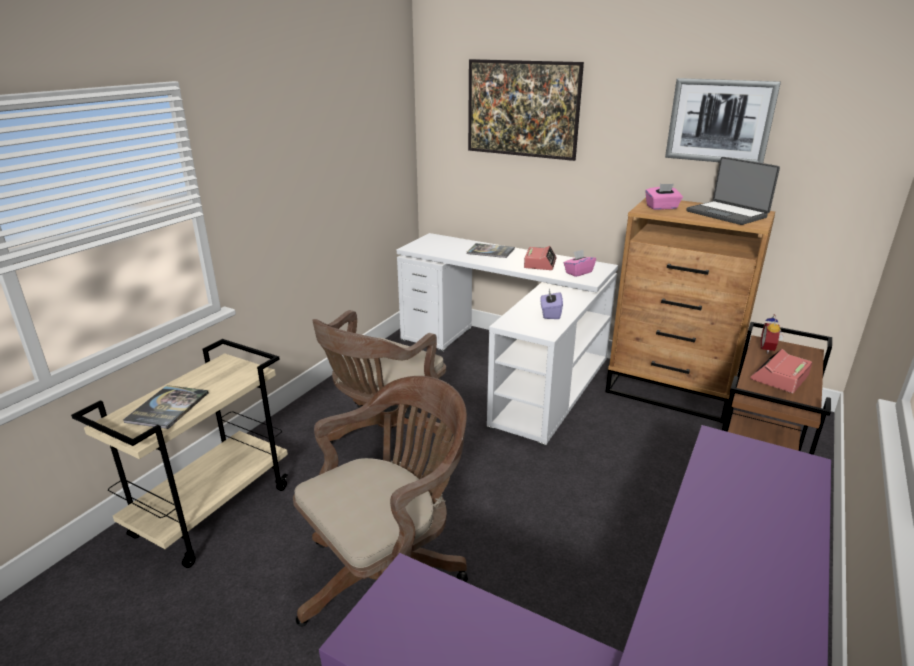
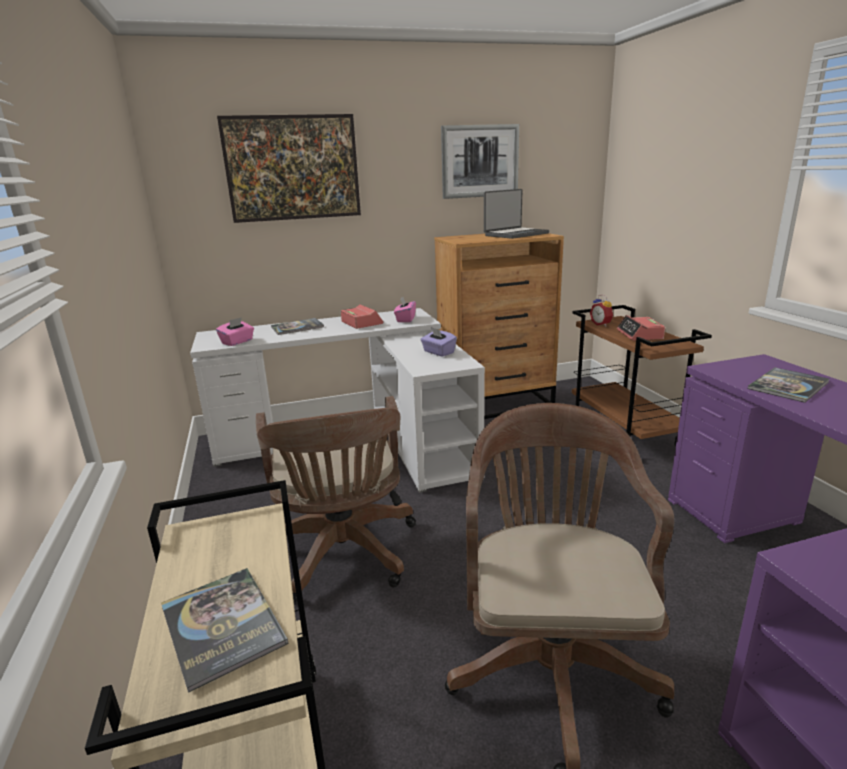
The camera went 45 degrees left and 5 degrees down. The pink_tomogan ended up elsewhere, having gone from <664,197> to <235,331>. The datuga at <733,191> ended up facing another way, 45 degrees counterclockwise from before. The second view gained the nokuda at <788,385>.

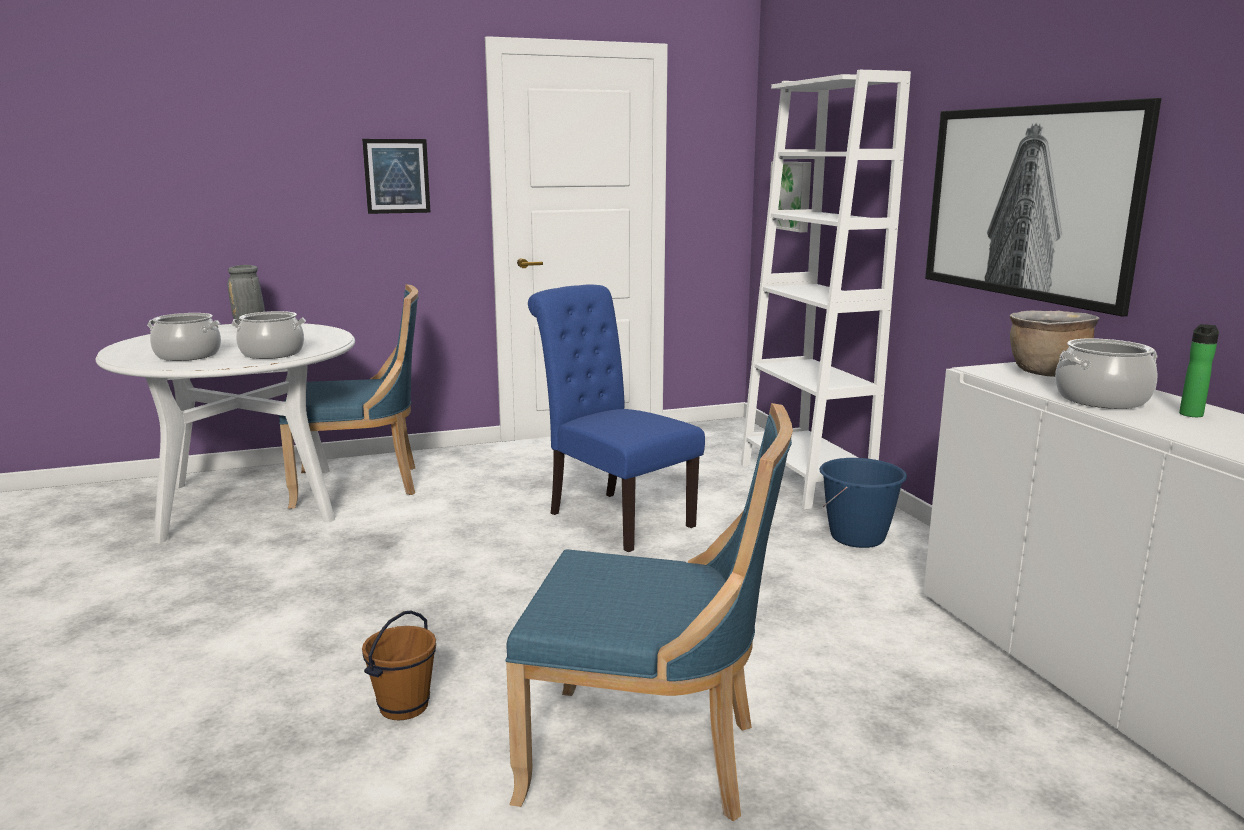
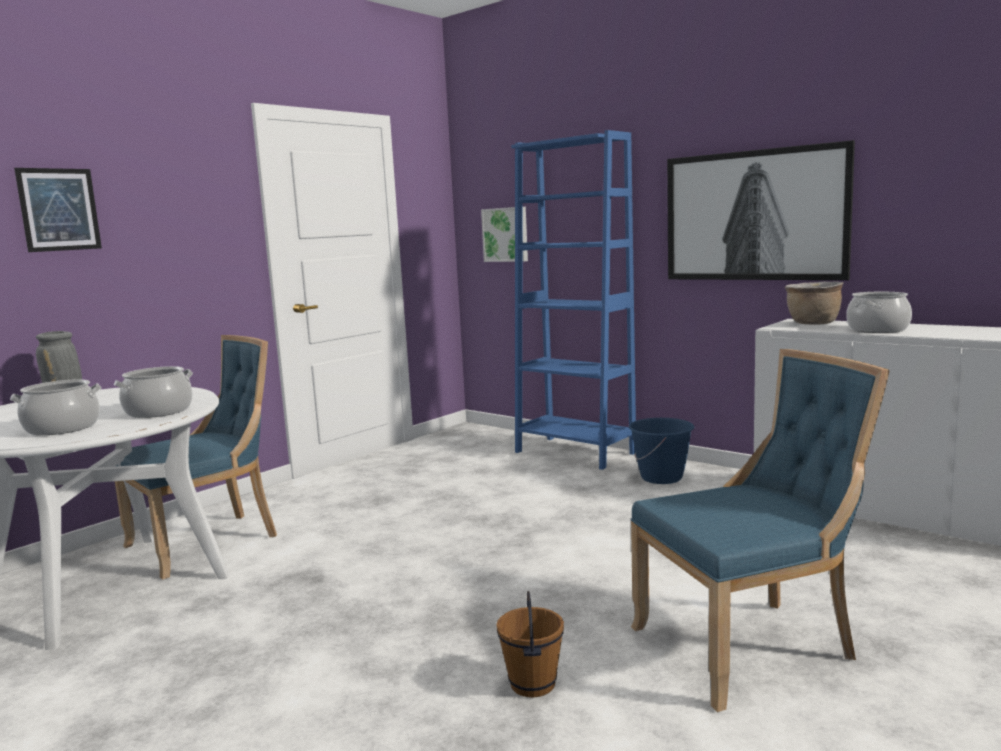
The camera went 30 degrees left and 5 degrees down. The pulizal ended up elsewhere, having gone from <396,176> to <58,210>. What was the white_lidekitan at <826,289> turned into the blue_lidekitan at <573,300>. The second view lost the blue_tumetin at <616,418>. The second view lost the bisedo at <1199,370>.

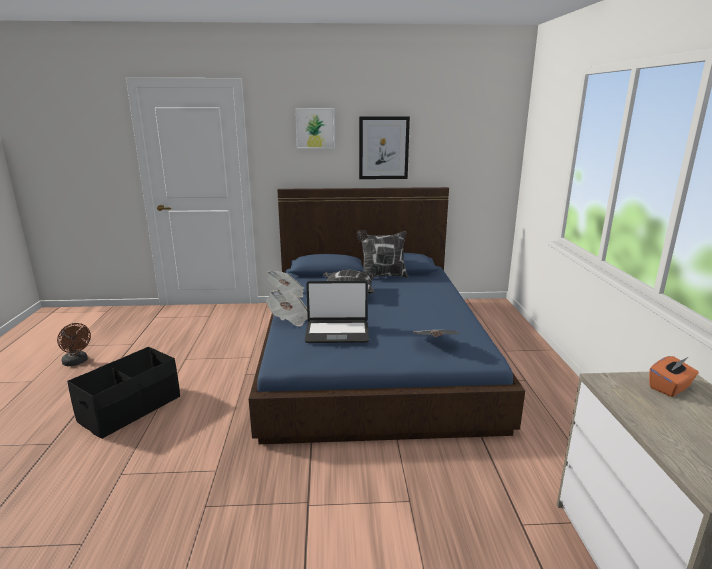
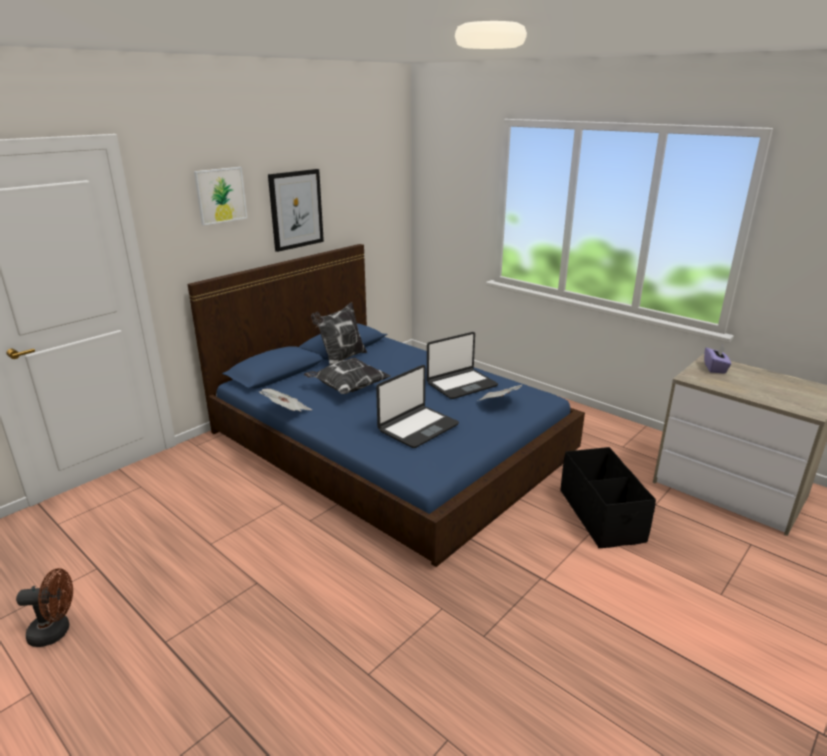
The camera went 45 degrees left and 5 degrees up. The second view gained the datuga at <462,365>. The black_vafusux ended up elsewhere, having gone from <123,393> to <608,497>. What was the orange_tomogan at <674,376> turned into the purple_tomogan at <717,359>. The second view lost the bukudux at <287,308>.

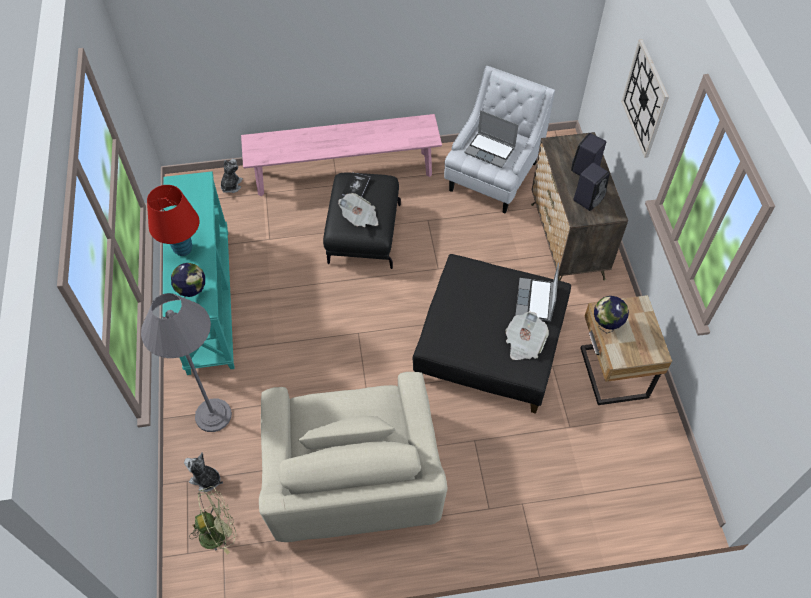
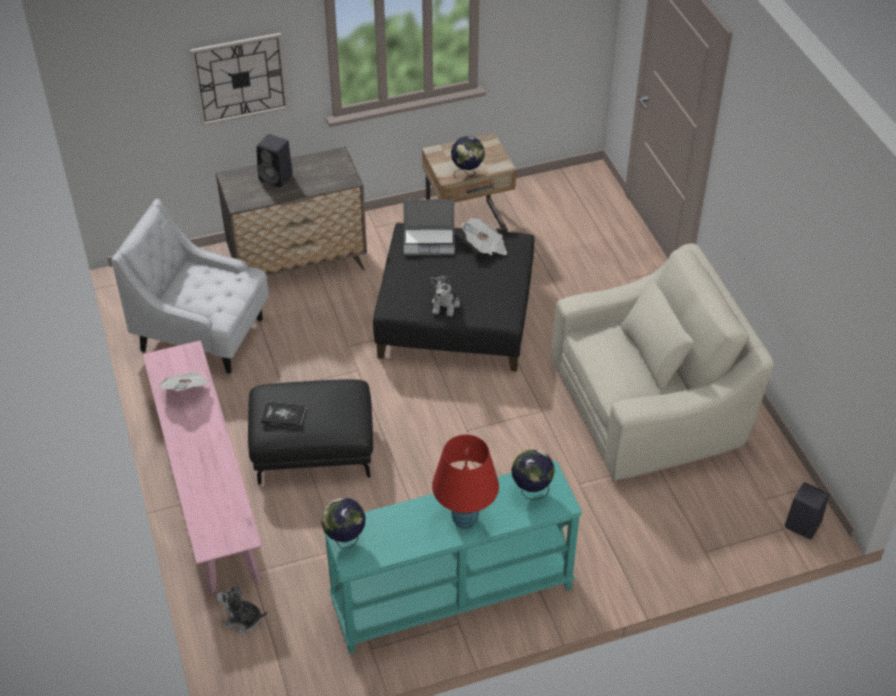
The camera went 100 degrees left and 10 degrees down. The bukudux ended up elsewhere, having gone from <358,210> to <183,381>. The second view gained the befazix at <343,523>. The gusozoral ended up elsewhere, having gone from <203,472> to <445,296>. The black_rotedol ended up elsewhere, having gone from <591,187> to <807,510>. The second view lost the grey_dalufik at <186,362>. The second view lost the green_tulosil at <213,520>. The second view lost the datuga at <491,139>.

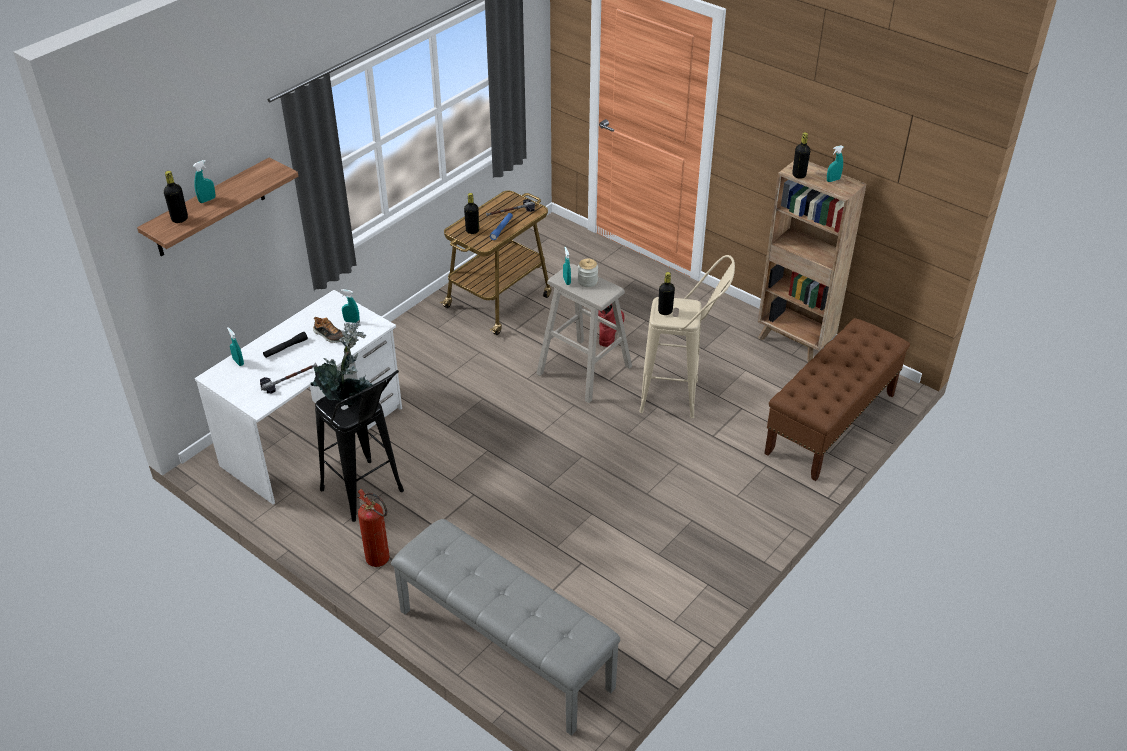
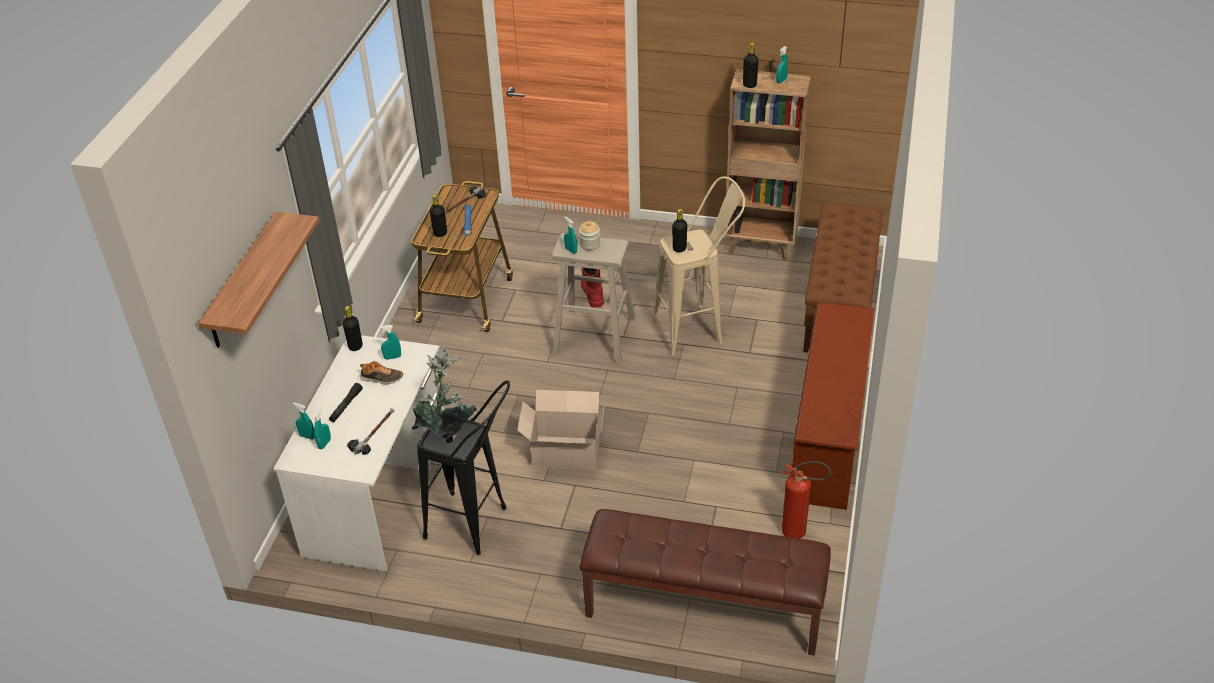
The camera went 25 degrees left and 0 degrees up. The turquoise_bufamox ended up elsewhere, having gone from <204,181> to <322,428>. The black_bisedo ended up elsewhere, having gone from <176,197> to <353,328>. The second view gained the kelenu at <561,430>. What was the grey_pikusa at <505,627> turned into the brown_pikusa at <705,582>. The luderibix ended up elsewhere, having gone from <373,528> to <806,500>. The second view gained the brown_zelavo at <833,406>.

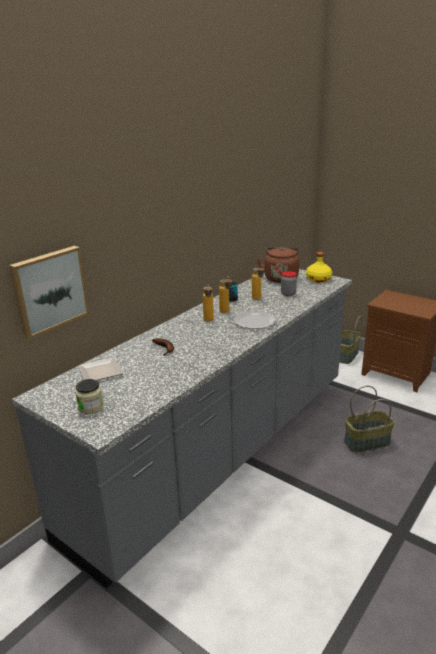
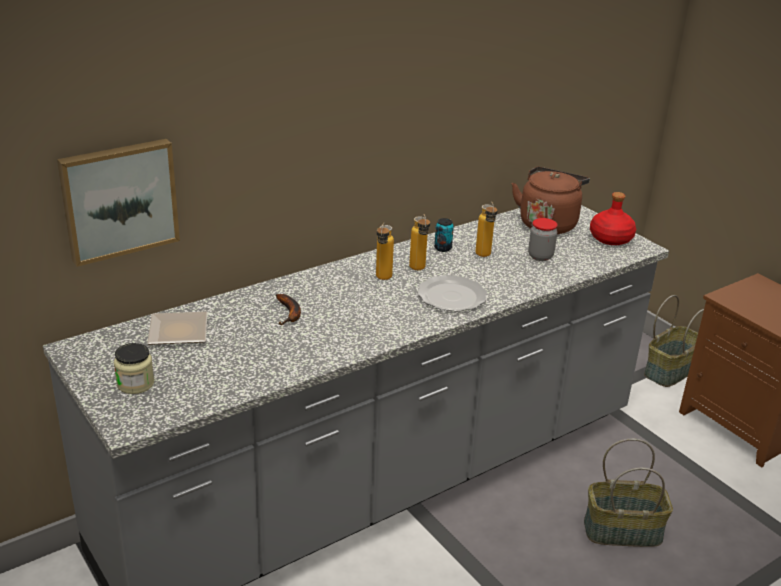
The camera went 15 degrees right and 5 degrees up. What was the yellow_bisedo at <319,267> turned into the red_bisedo at <613,218>.

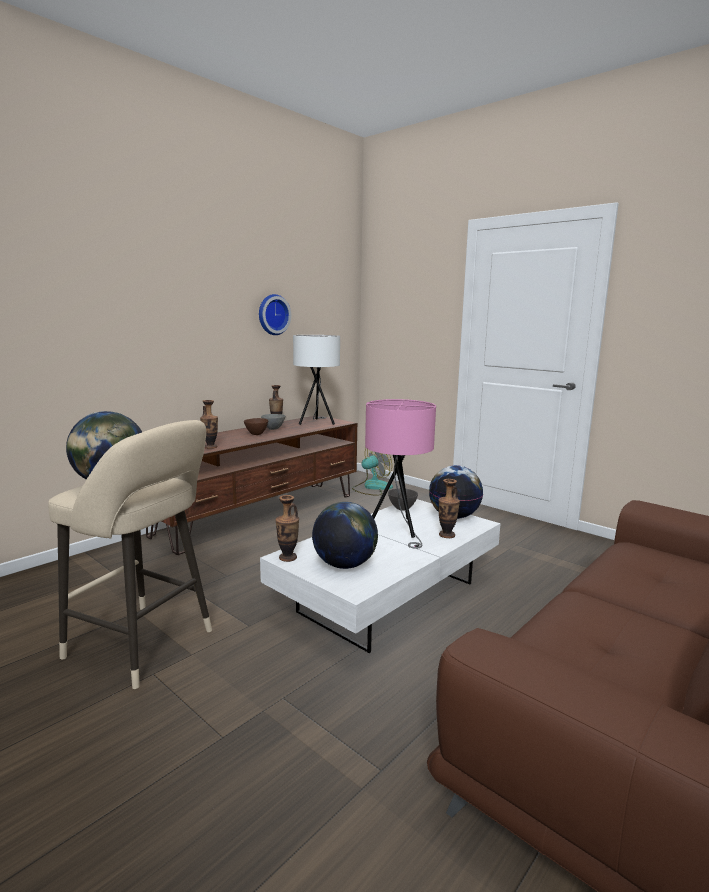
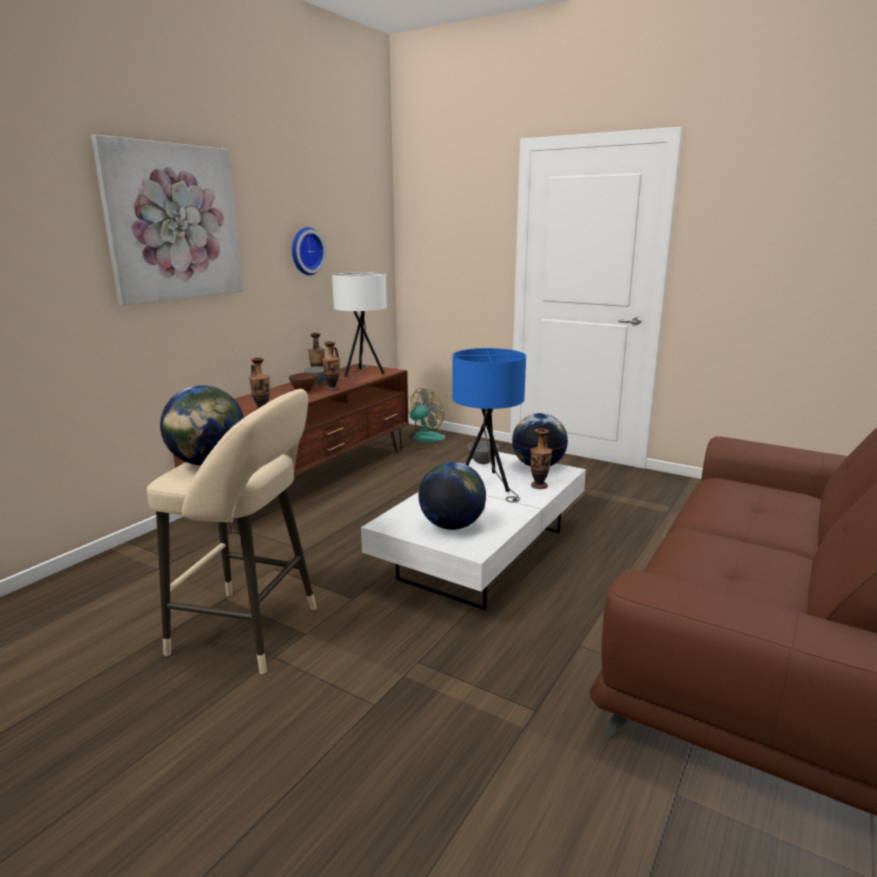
The camera went 10 degrees left and 5 degrees up. The second view gained the pulizal at <167,220>. The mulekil ended up elsewhere, having gone from <287,528> to <331,366>. What was the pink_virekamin at <400,474> turned into the blue_virekamin at <489,425>.

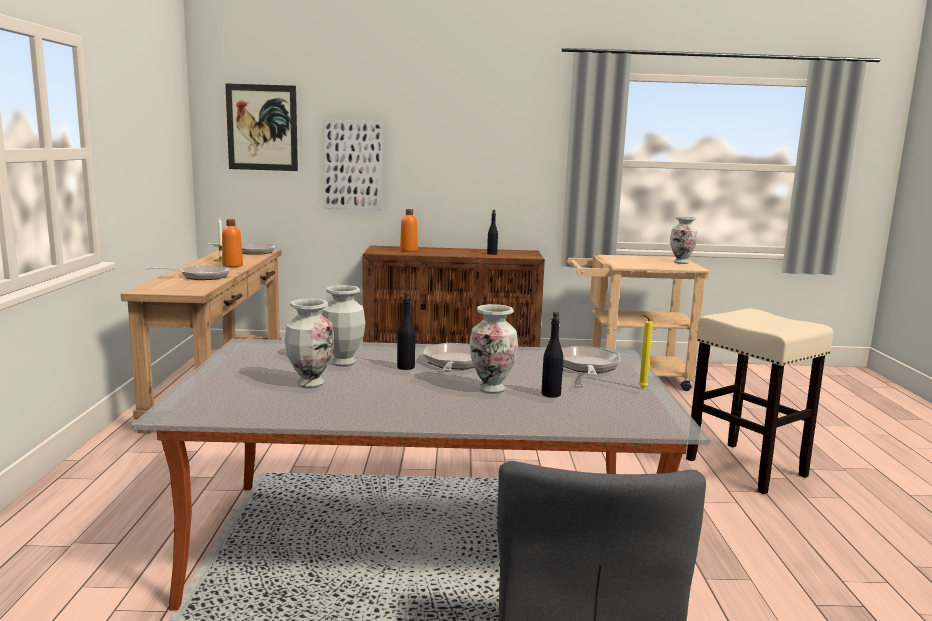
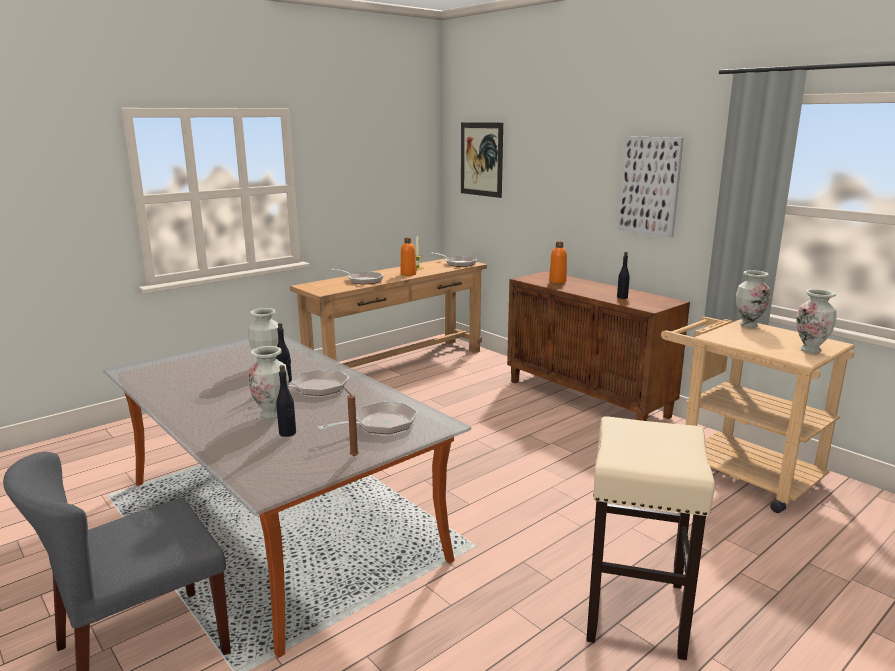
The camera went 50 degrees right and 5 degrees up. What was the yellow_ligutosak at <645,351> turned into the brown_ligutosak at <351,422>. The pulizal ended up elsewhere, having gone from <353,165> to <651,187>. The mulekil ended up elsewhere, having gone from <309,343> to <753,299>.

